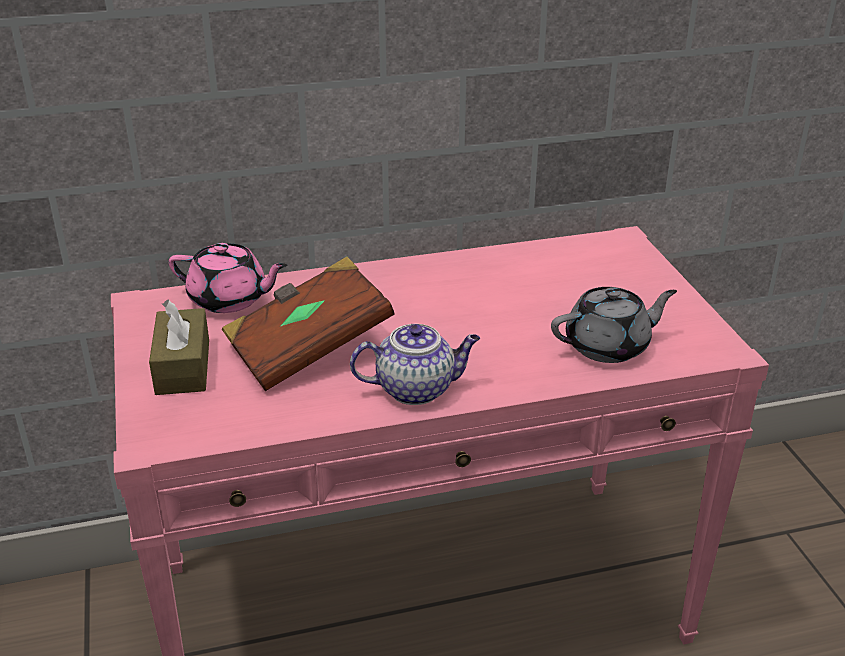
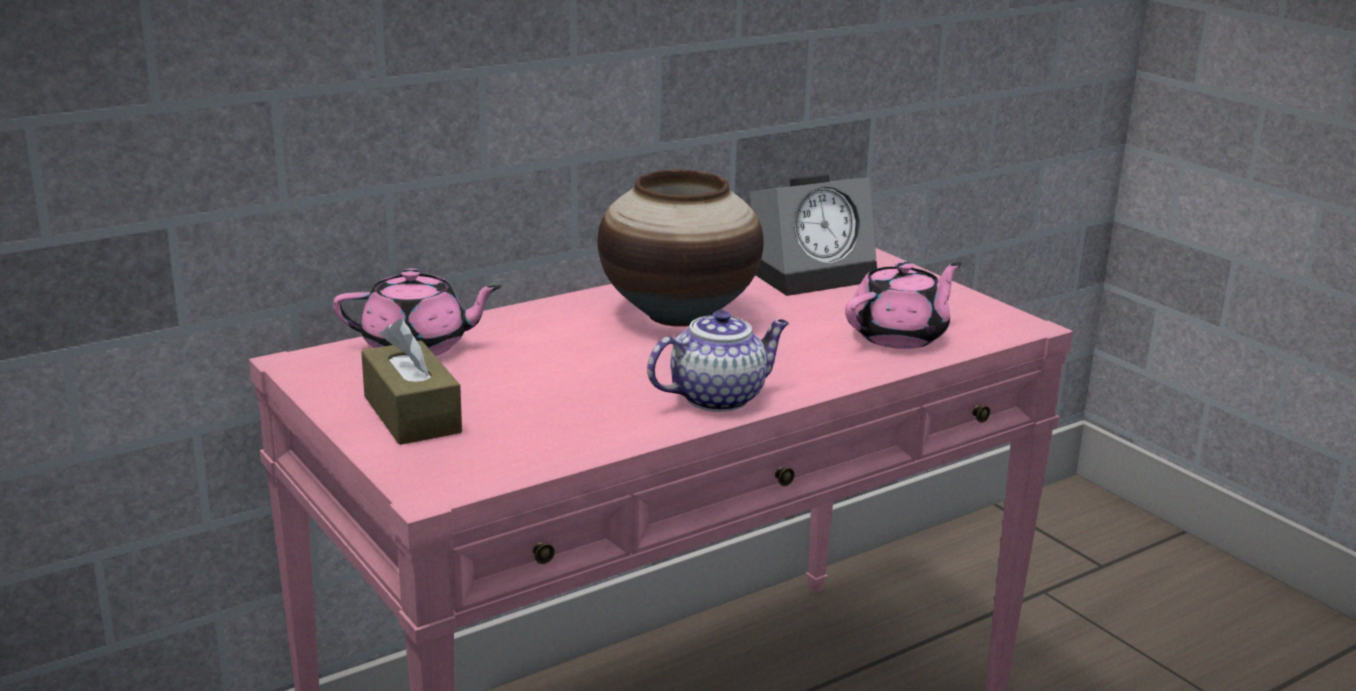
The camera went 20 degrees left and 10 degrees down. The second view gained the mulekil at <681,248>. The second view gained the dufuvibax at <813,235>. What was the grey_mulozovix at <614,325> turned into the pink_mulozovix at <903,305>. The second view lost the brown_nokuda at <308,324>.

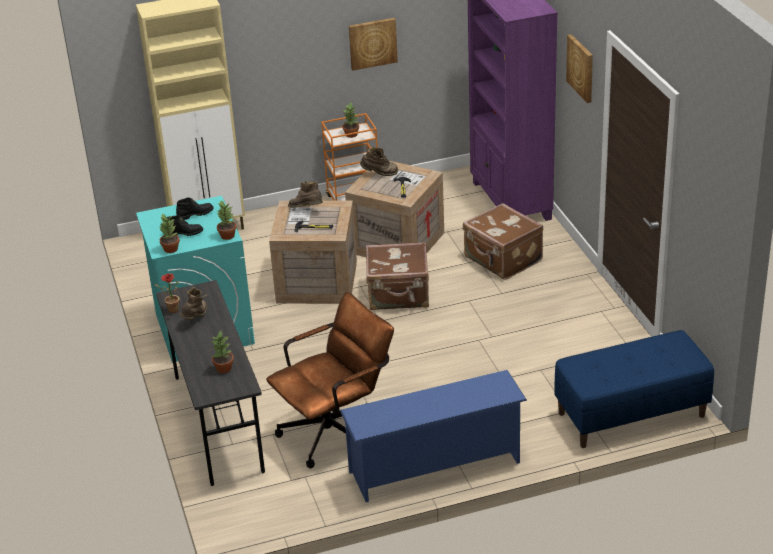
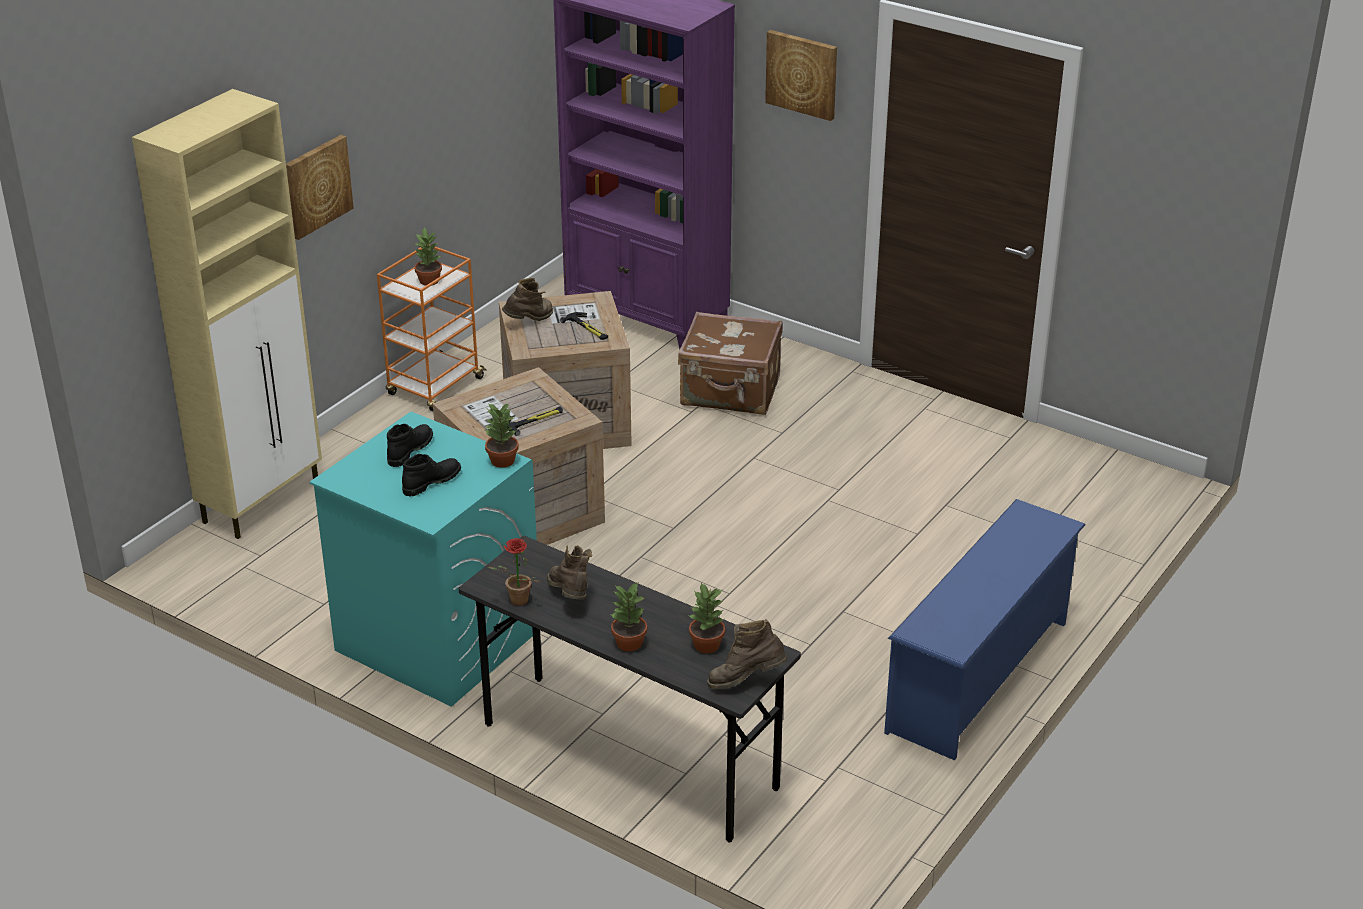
The camera went 40 degrees left and 0 degrees up. The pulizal ended up elsewhere, having gone from <373,44> to <320,187>. The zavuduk ended up elsewhere, having gone from <169,233> to <629,617>. The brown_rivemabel ended up elsewhere, having gone from <305,194> to <747,654>. The second view lost the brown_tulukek at <330,380>. The second view lost the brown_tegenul at <397,276>. The second view lost the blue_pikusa at <634,389>.

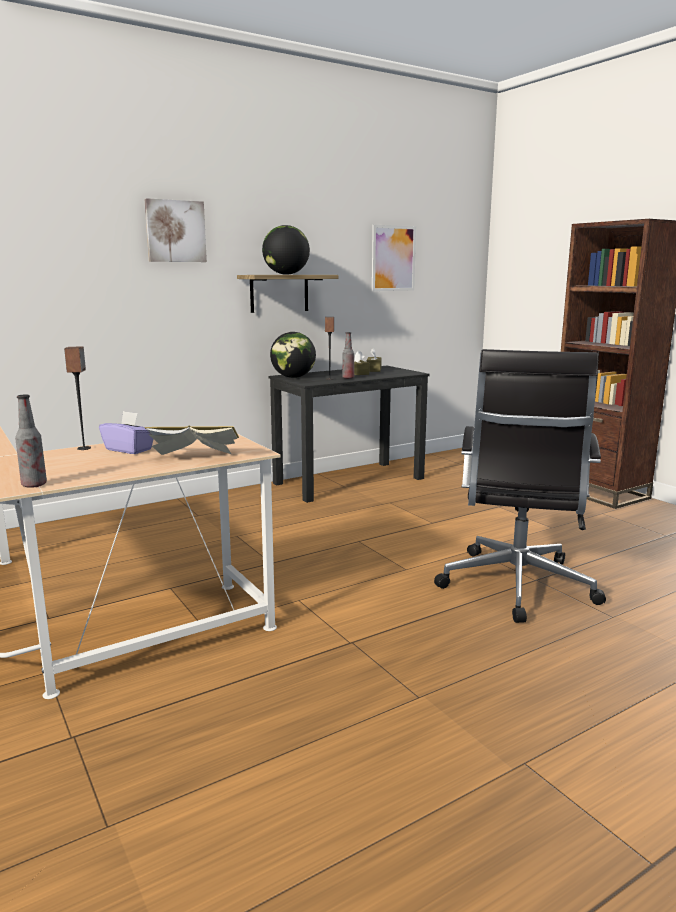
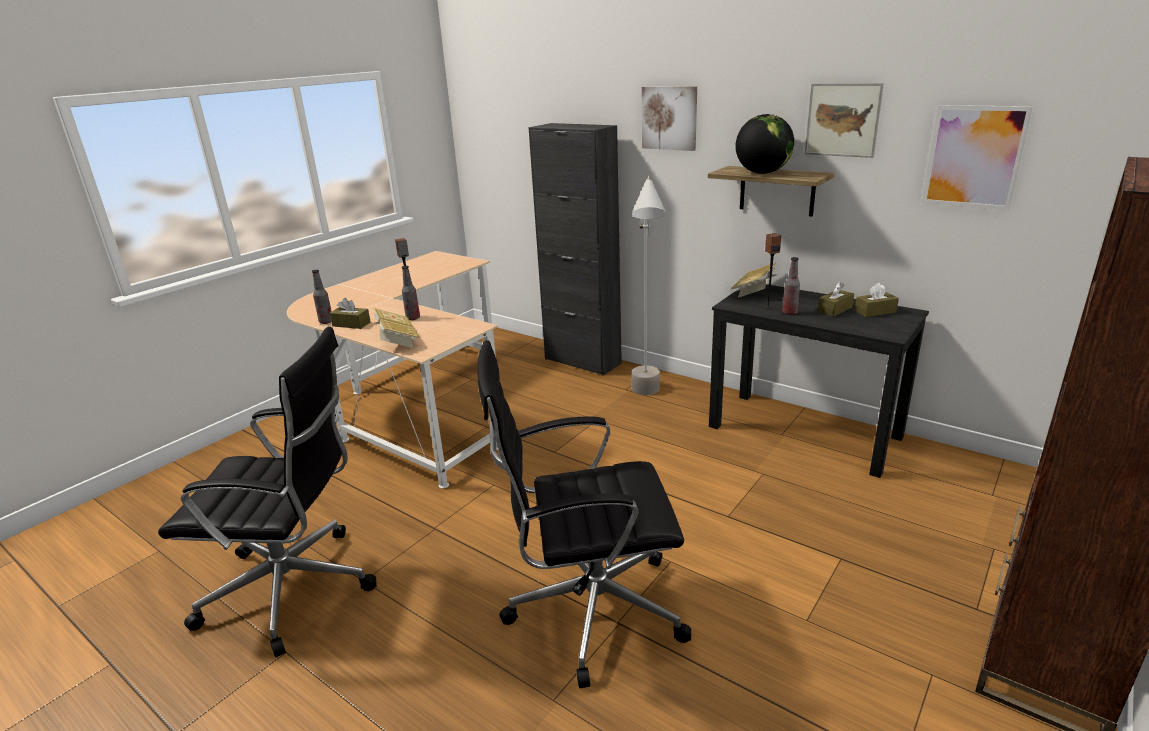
The camera went 70 degrees right and 10 degrees up. The second view gained the black_tulukek at <267,491>. The second view gained the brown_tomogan at <350,313>. Where the purple_tomogan stood at <126,432>, the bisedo came to stand at <411,293>. The second view gained the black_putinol at <575,249>. The second view gained the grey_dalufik at <649,285>. Where the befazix stood at <293,355>, the nokuda came to stand at <753,280>. The second view gained the pulizal at <844,120>.

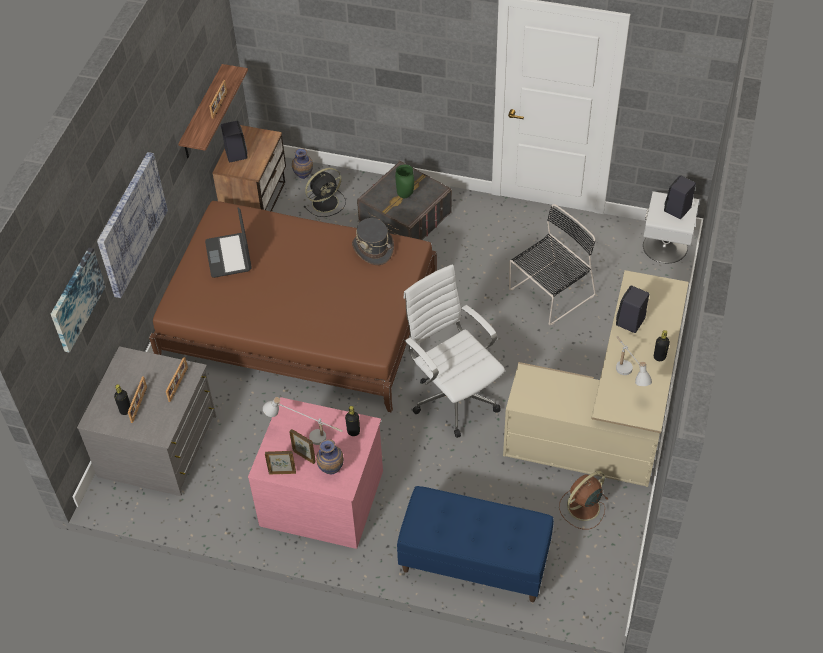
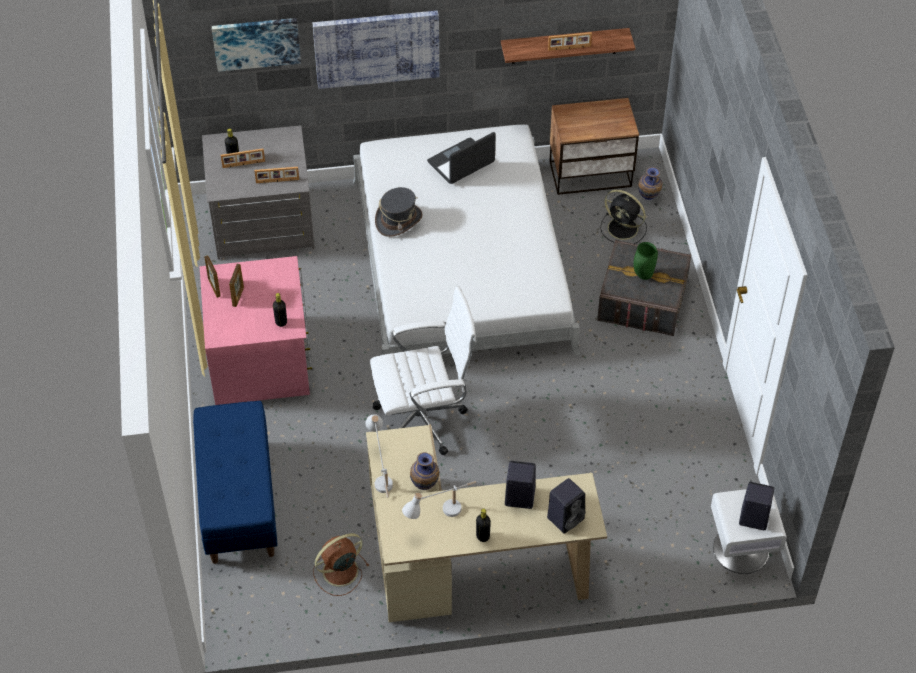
The camera went 65 degrees right and 0 degrees up. The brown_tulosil at <583,500> ended up facing another way, 60 degrees counterclockwise from before. What was the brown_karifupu at <293,307> turned into the white_karifupu at <466,240>. The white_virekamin ended up elsewhere, having gone from <303,421> to <379,456>. The white_tulukek at <454,351> ended up facing another way, 45 degrees clockwise from before. The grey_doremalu ended up elsewhere, having gone from <373,241> to <399,212>. The mulekil ended up elsewhere, having gone from <330,456> to <424,471>. The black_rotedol ended up elsewhere, having gone from <234,141> to <566,506>. The second view lost the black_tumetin at <552,264>.

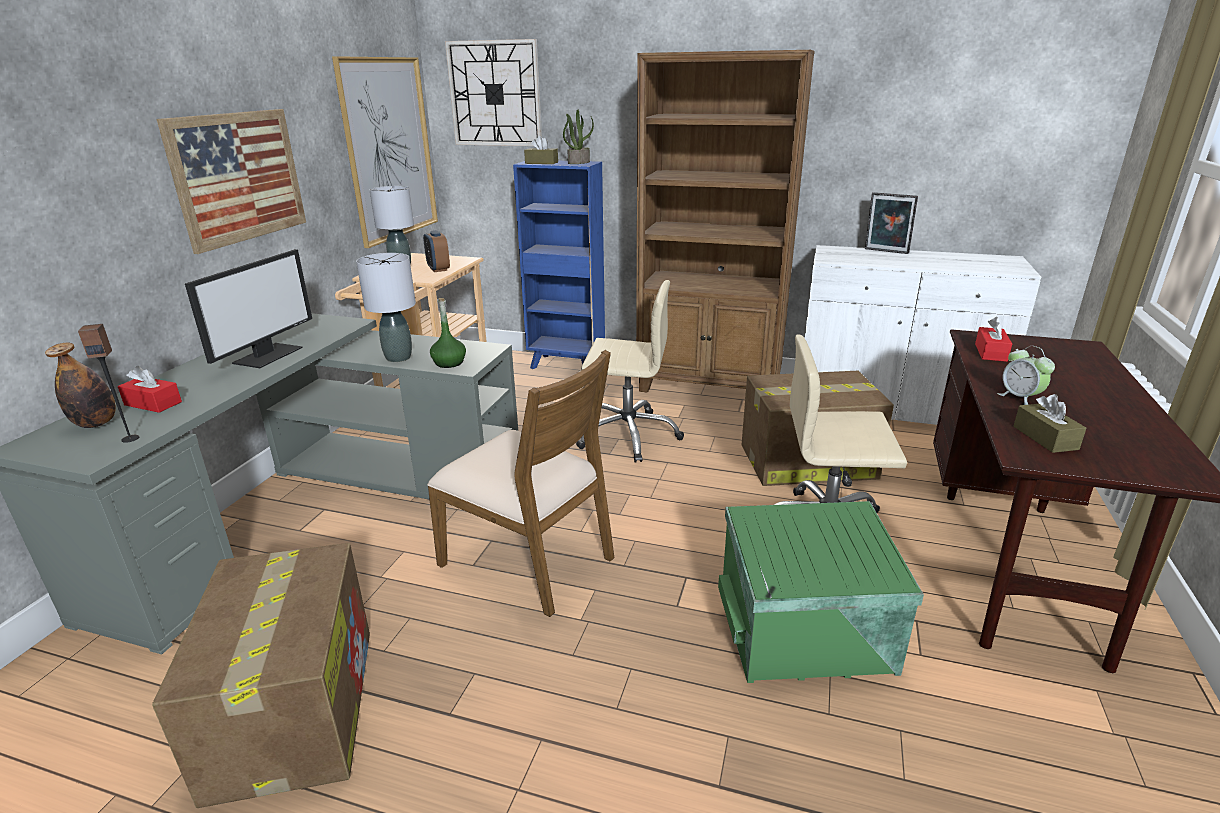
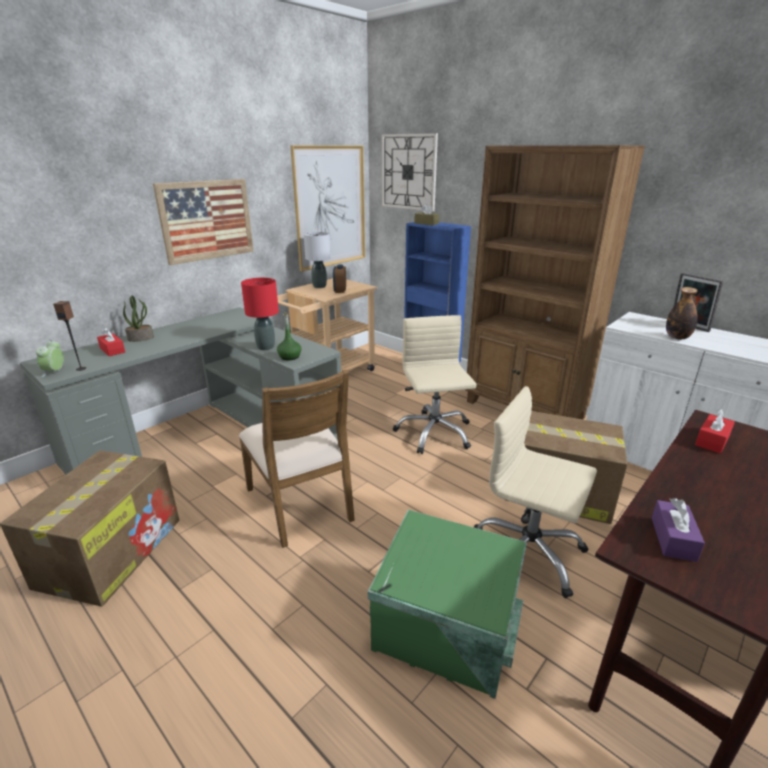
The camera went 25 degrees right and 0 degrees up. The dufuvibax ended up elsewhere, having gone from <1026,375> to <50,358>. The zavuduk ended up elsewhere, having gone from <578,137> to <138,318>. What was the grey_virekamin at <386,307> turned into the red_virekamin at <260,314>. The beige_tulukek at <630,371> ended up facing another way, 135 degrees counterclockwise from before. What was the brown_tomogan at <1049,423> turned into the purple_tomogan at <678,530>. The bisedo ended up elsewhere, having gone from <80,385> to <682,313>. The second view lost the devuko at <248,308>.

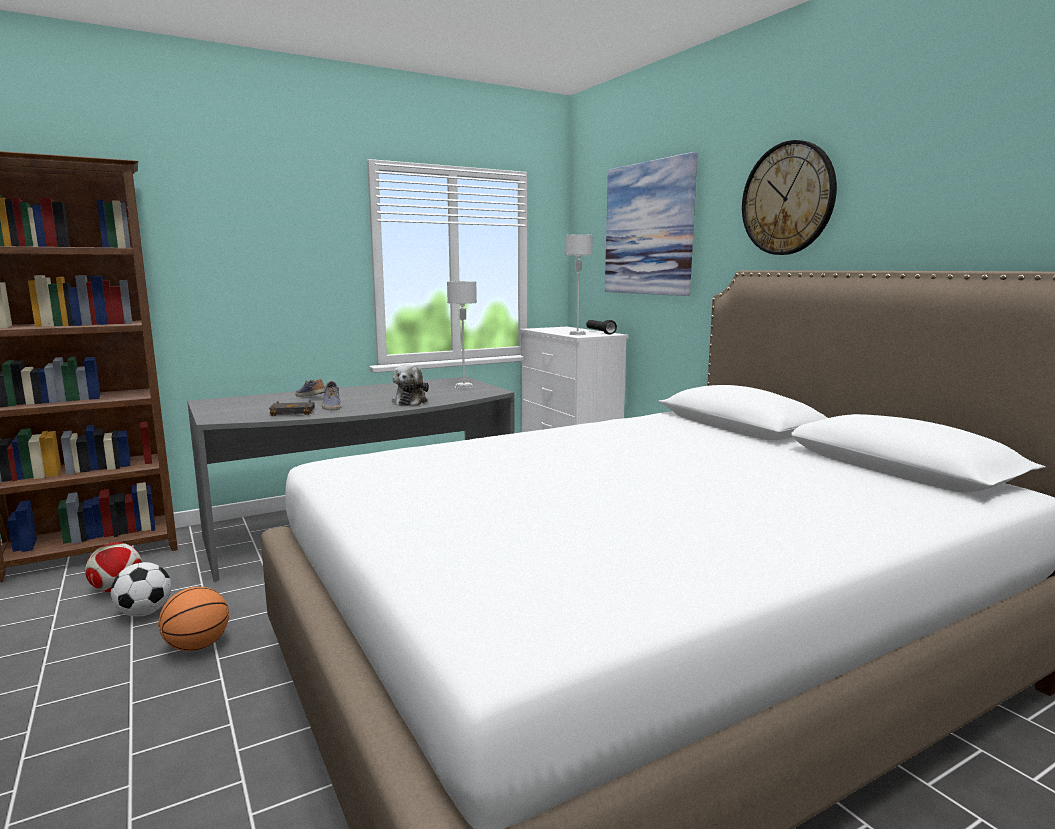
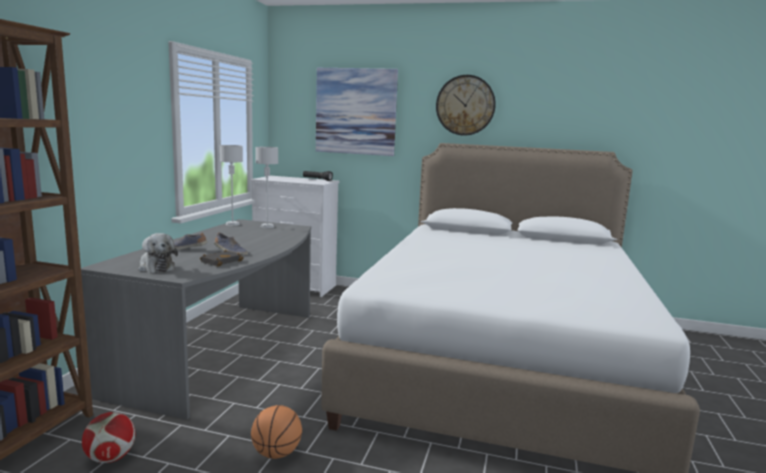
The camera went 45 degrees left and 0 degrees up. The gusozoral ended up elsewhere, having gone from <410,385> to <158,253>. The grey_virekamin ended up elsewhere, having gone from <579,284> to <231,185>. The second view lost the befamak at <141,589>.

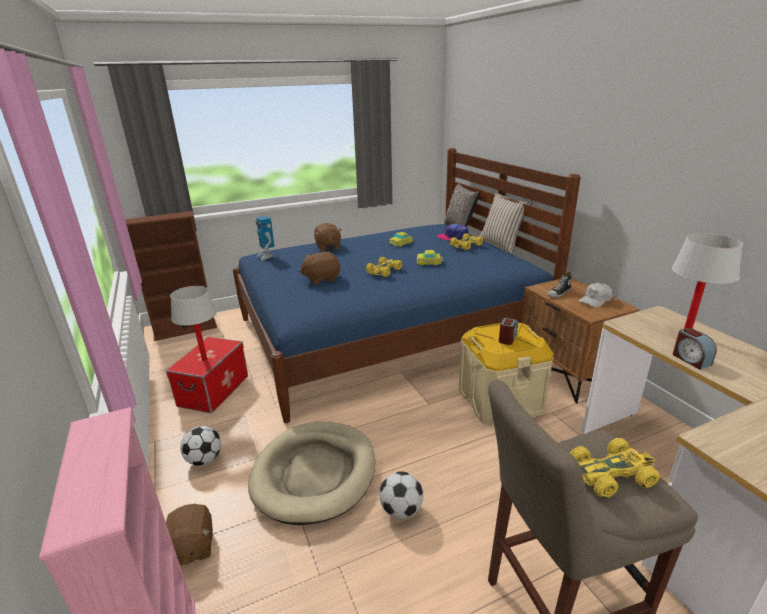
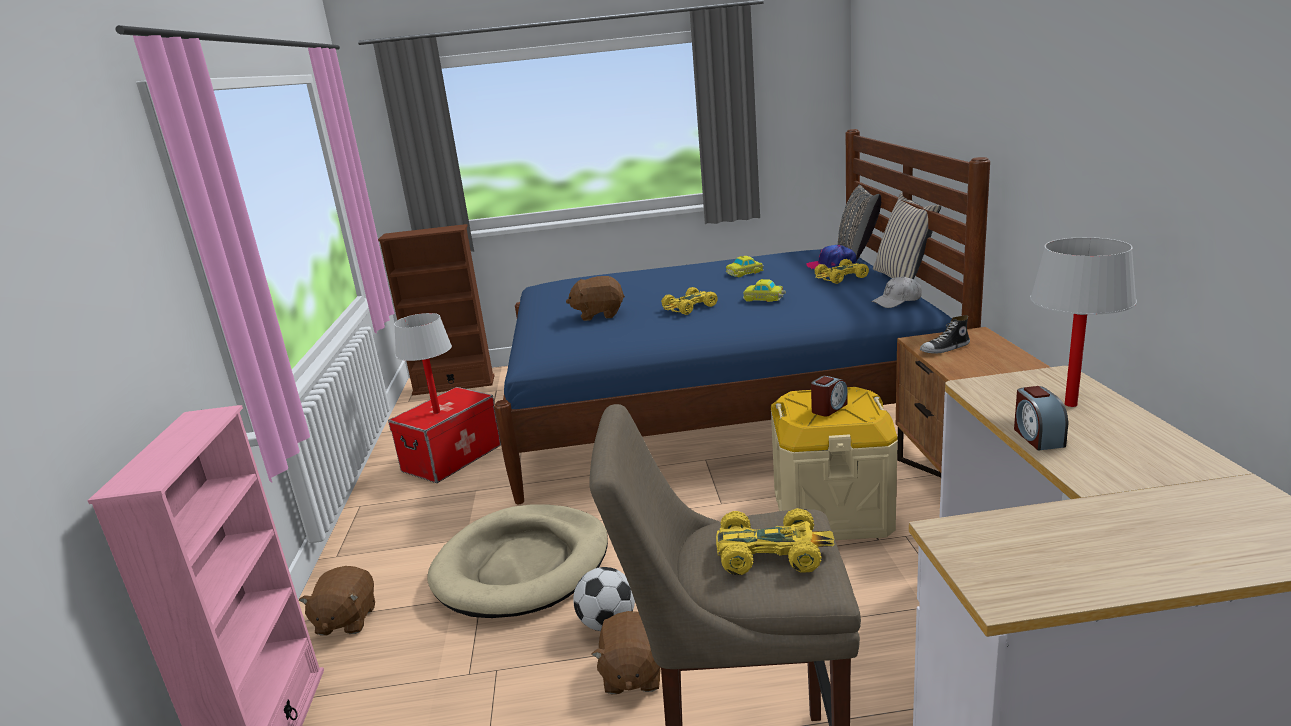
The camera went 20 degrees right and 5 degrees down. The brown_gusozoral ended up elsewhere, having gone from <328,237> to <626,652>. The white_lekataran ended up elsewhere, having gone from <595,295> to <896,292>. The second view lost the befamak at <200,446>. The second view lost the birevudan at <265,238>.

